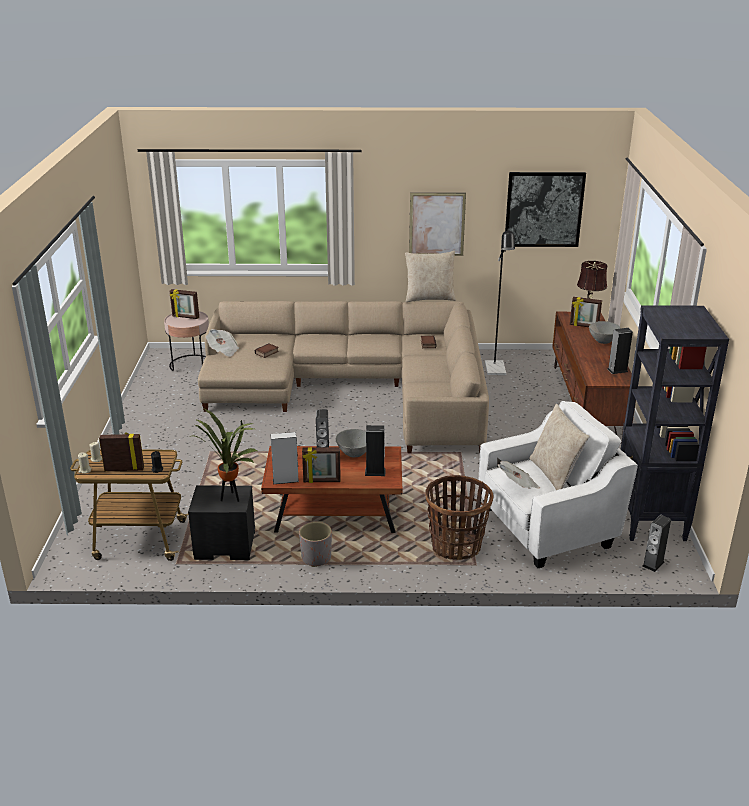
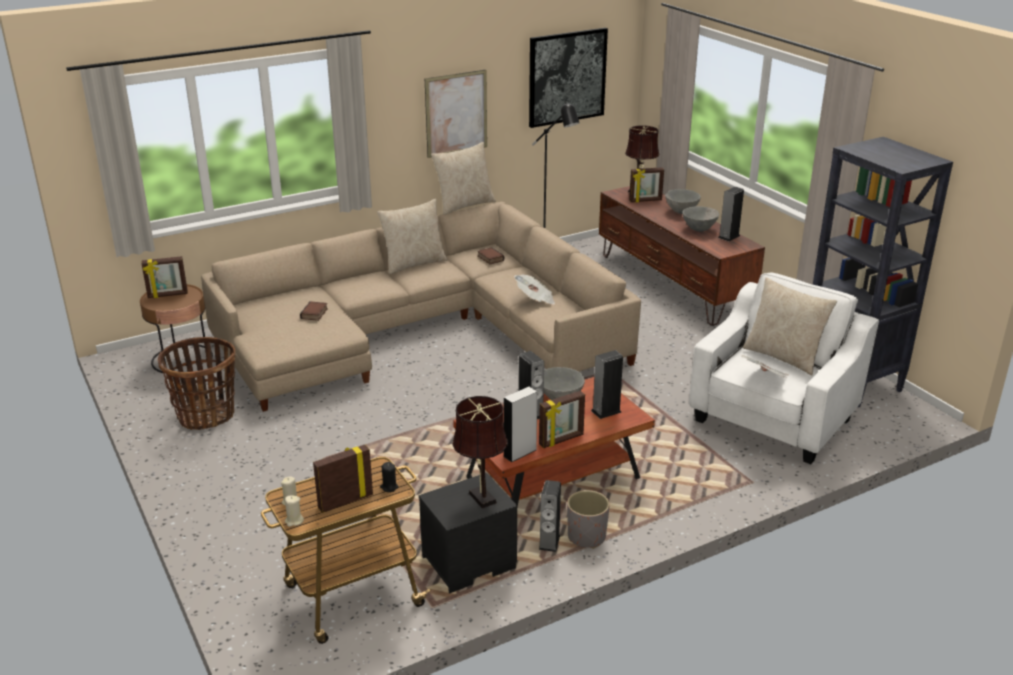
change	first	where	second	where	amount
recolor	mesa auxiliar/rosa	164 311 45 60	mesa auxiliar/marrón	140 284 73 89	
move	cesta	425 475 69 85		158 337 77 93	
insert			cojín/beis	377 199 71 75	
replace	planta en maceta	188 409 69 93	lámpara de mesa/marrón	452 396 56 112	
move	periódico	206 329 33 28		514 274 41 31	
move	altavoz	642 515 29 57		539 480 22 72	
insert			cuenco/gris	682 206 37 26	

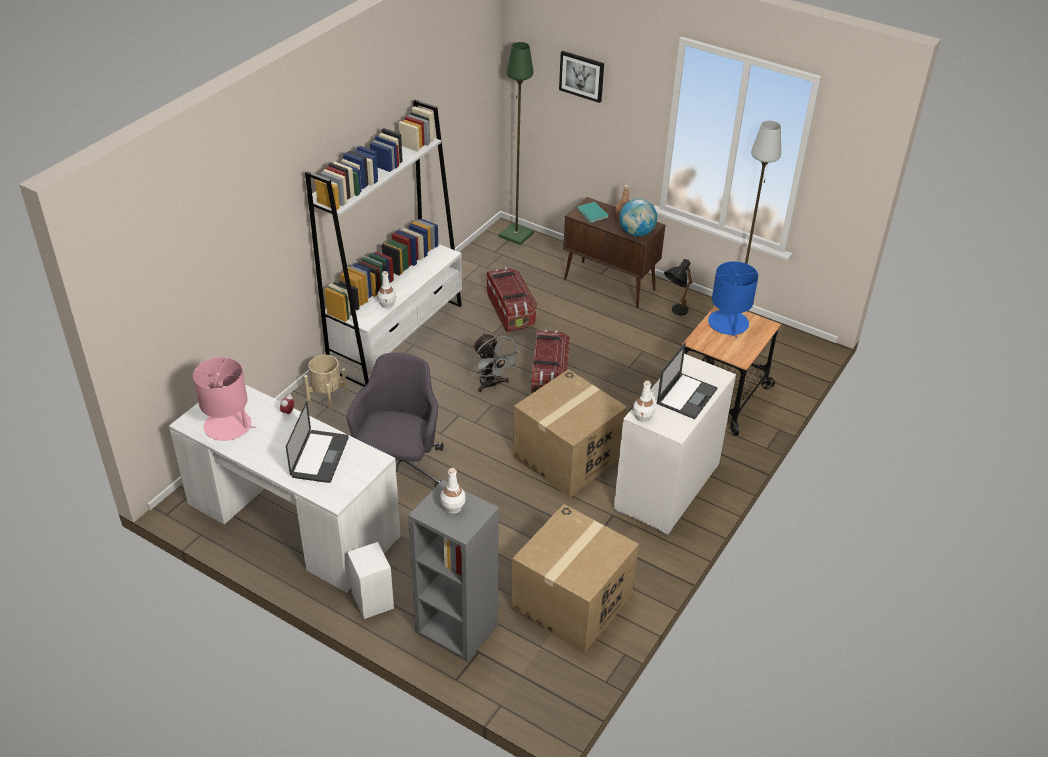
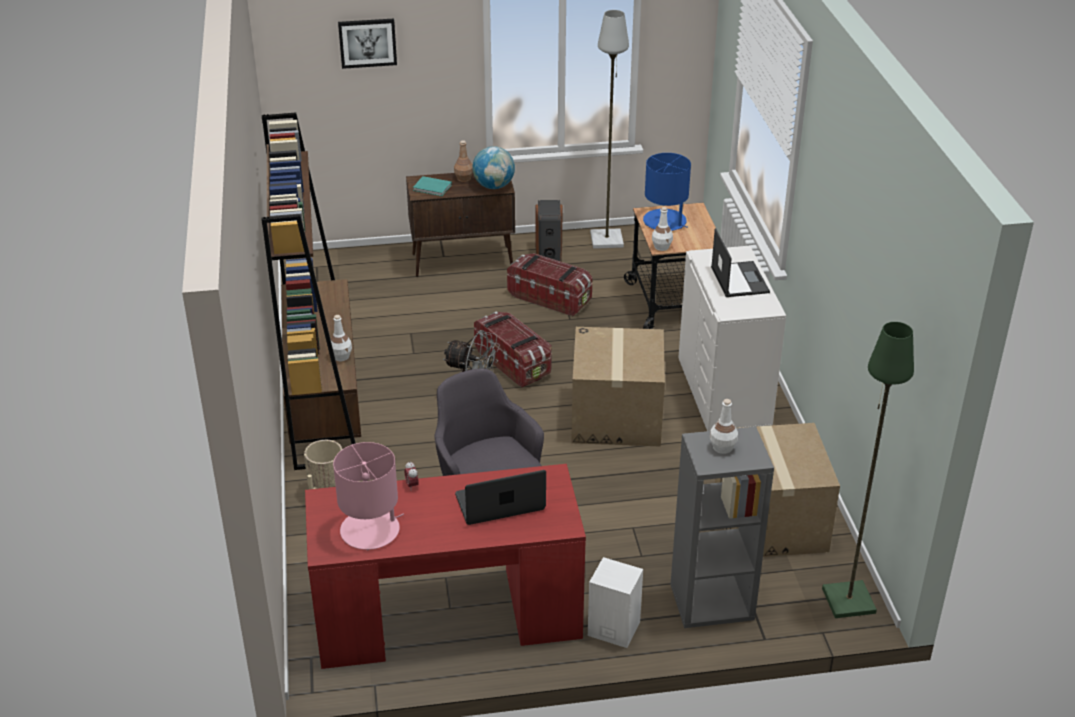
change	first	where	second	where	amount
recolor	estantería/blanco	305 100 157 287	estantería/marrón	261 112 100 358	
recolor	escritorio/blanco	169 384 232 209	escritorio/rojo	305 464 281 205	
rotate	portátil	286 402 63 81		455 470 91 55	75 degrees counterclockwise
move	caja de almacenaje	487 267 50 65		507 253 85 63	
replace	lámpara de mesa/negro	664 259 29 56	altavoz	535 200 28 62	
move	botella/blanco	633 380 22 43		652 207 21 44	
move	lámpara de pie/verde	499 42 35 203		822 322 92 296	

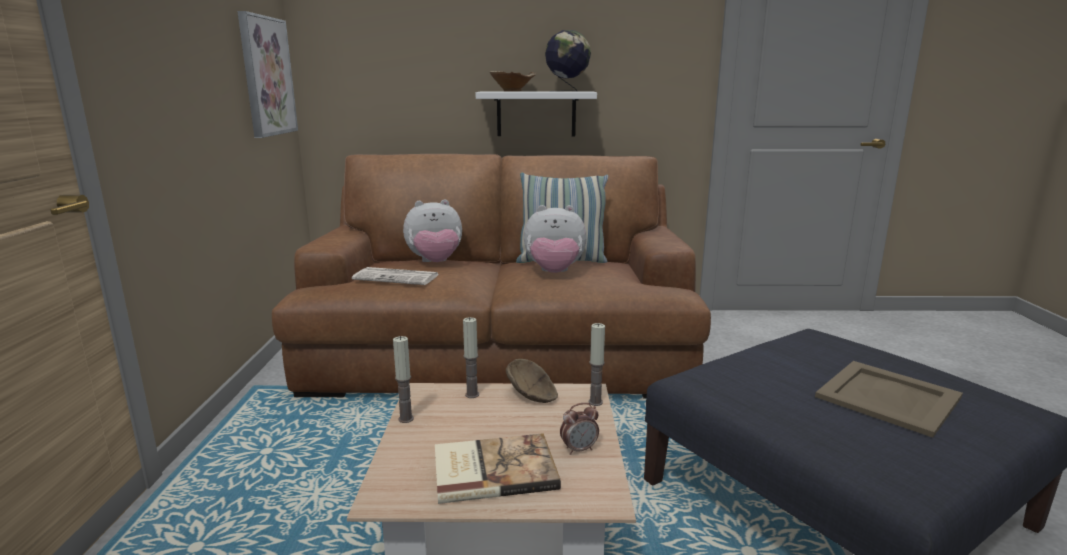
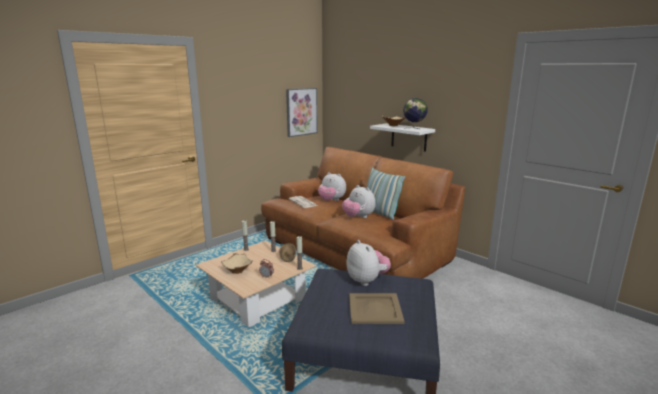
change	first	where	second	where	amount
replace	libro	435 433 126 71	cuenco/beis	221 253 32 21	
insert			peluche	346 240 45 46	

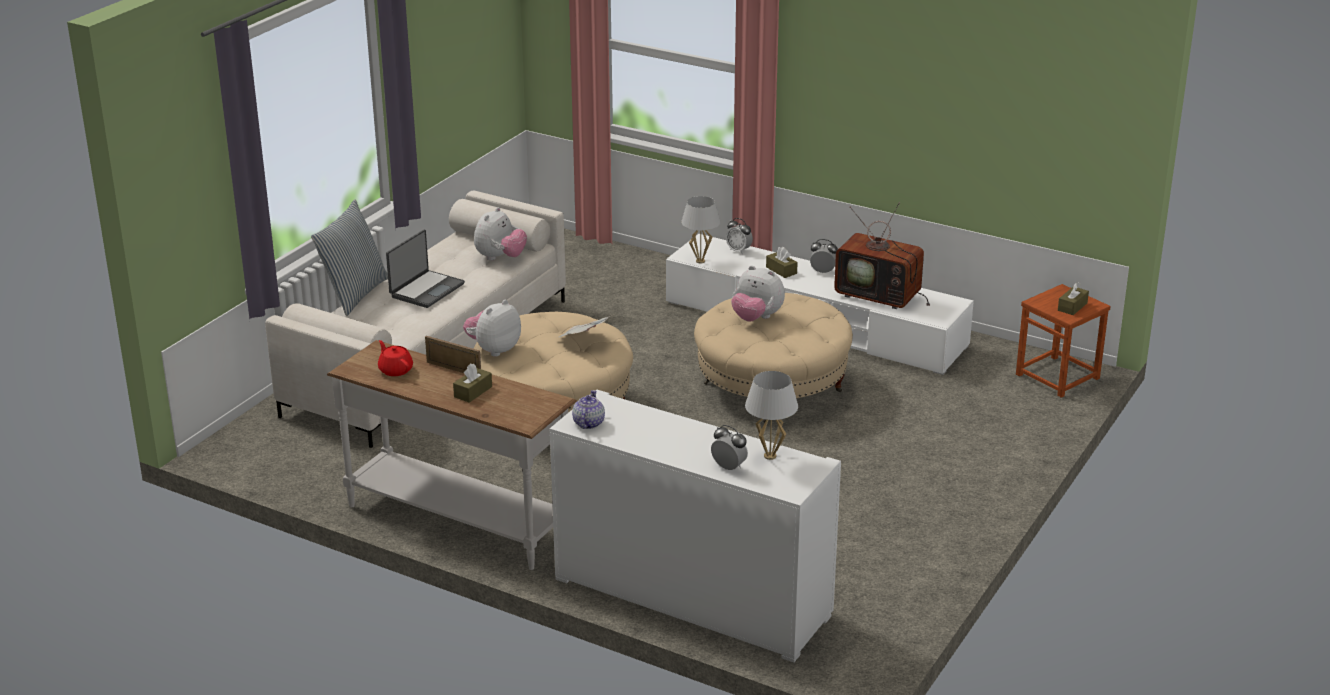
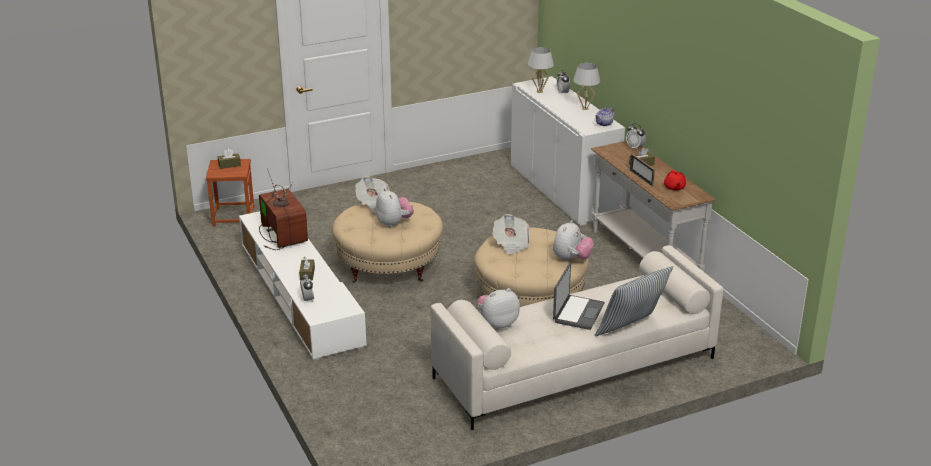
change	first	where	second	where	amount
insert			periódico	355 176 35 37	
rotate	peluche	463 300 58 57		553 220 41 42	45 degrees counterclockwise
rotate	portátil	386 230 79 78		553 263 52 67	135 degrees clockwise
move	lámpara de mesa/blanco	681 196 40 67		573 63 27 47	
move	despertador	810 239 28 35		626 123 20 28	

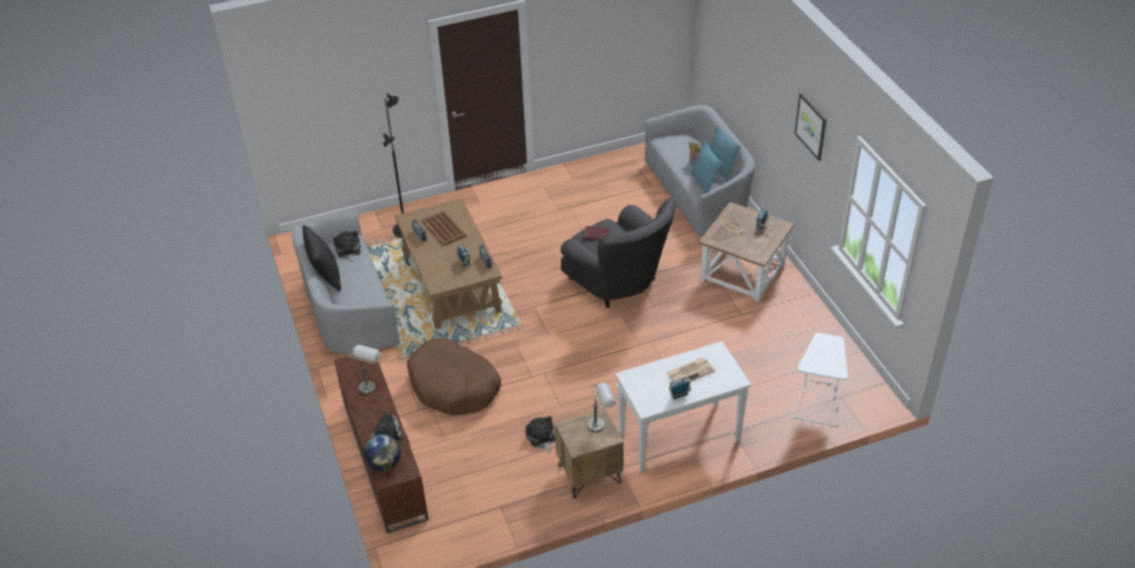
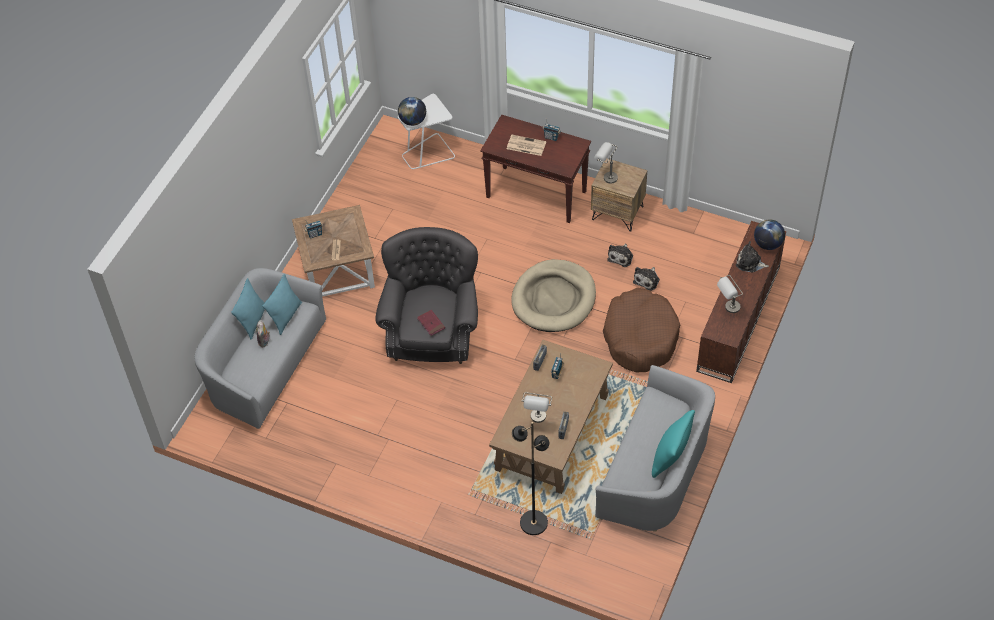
change	first	where	second	where	amount
insert			globo terráqueo	398 97 28 29	
recolor	mesa consola/blanco	615 341 136 132	mesa consola/marrón	480 115 111 108	
insert			cama para perro/beis	511 259 85 73	
replace	bandeja/marrón	422 210 44 36	lámpara de mesa/gris	521 392 31 31	
move	peluche	333 231 28 31		633 267 27 24	
recolor	cojín/negro	302 225 39 66	cojín/turquesa	652 410 43 68	
delete	cuadro	794 93 33 68			

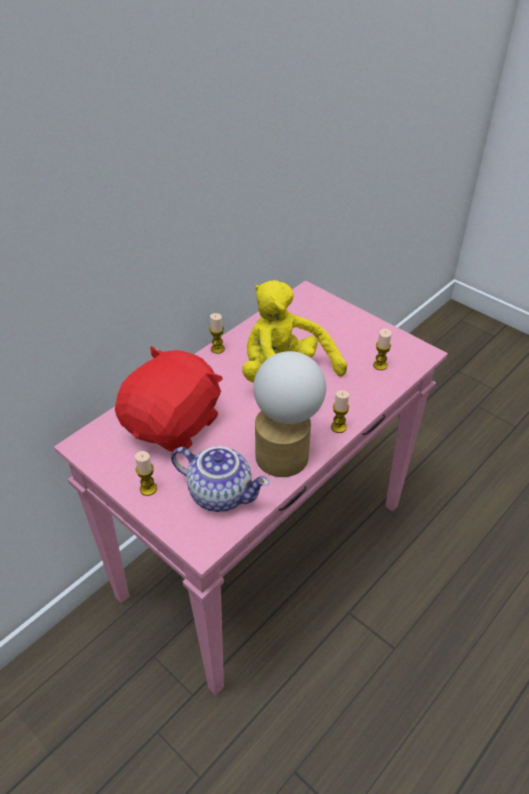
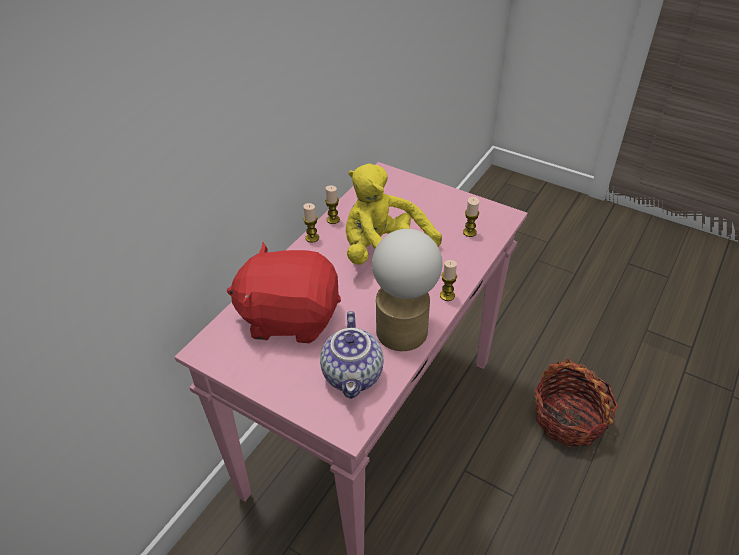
change	first	where	second	where	amount
rotate	peluche/rojo	115 346 108 106		227 242 114 101	105 degrees counterclockwise
rotate	tetera	171 446 98 66		320 311 63 88	75 degrees clockwise
move	vela	135 451 22 45		325 185 15 39	
insert			cesta	535 359 83 88	

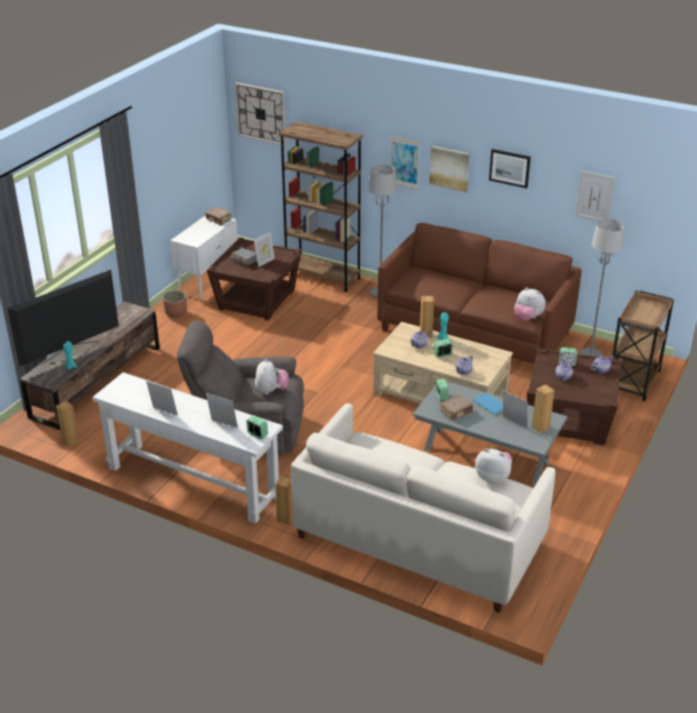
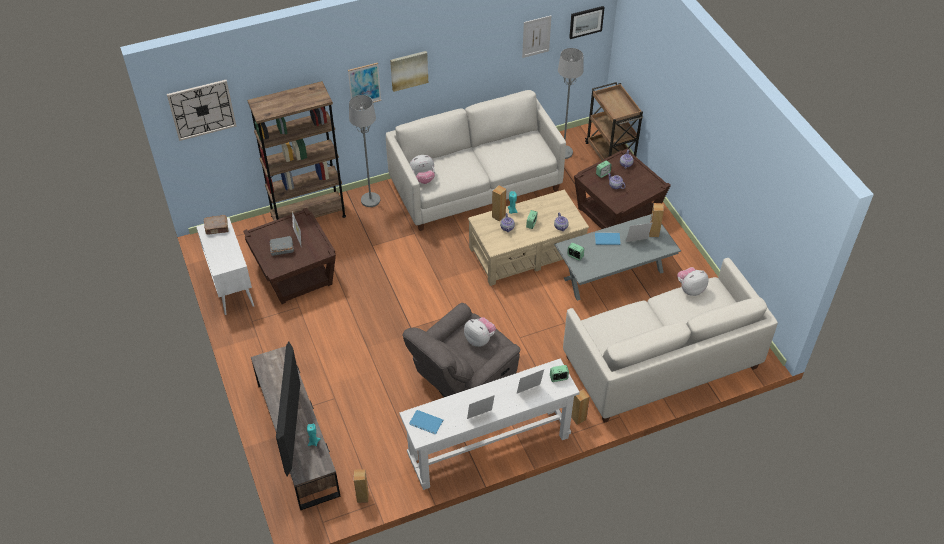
change	first	where	second	where	amount
recolor	sofá/marrón	377 223 204 141	sofá/blanco	386 90 180 141	
insert			libro/azul	409 410 34 24	
move	peluche	514 288 32 33		410 155 25 29	
move	cuadro	489 149 42 39		569 6 36 33	
delete	maceta	162 290 25 28			
delete	libro/marrón	439 395 34 25			

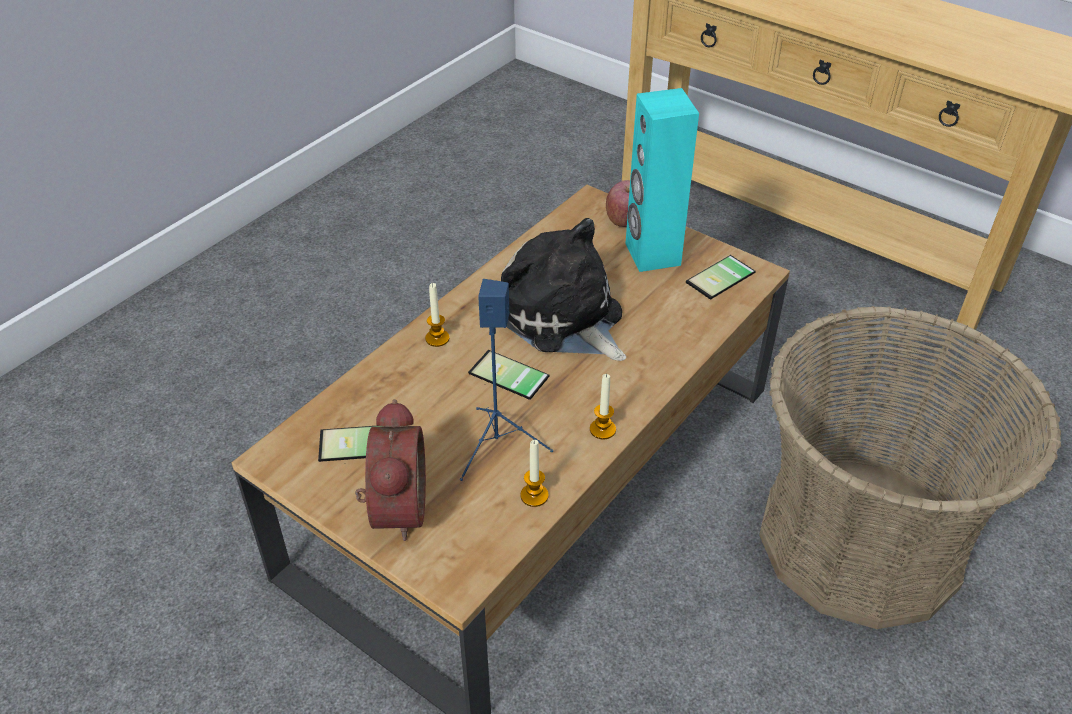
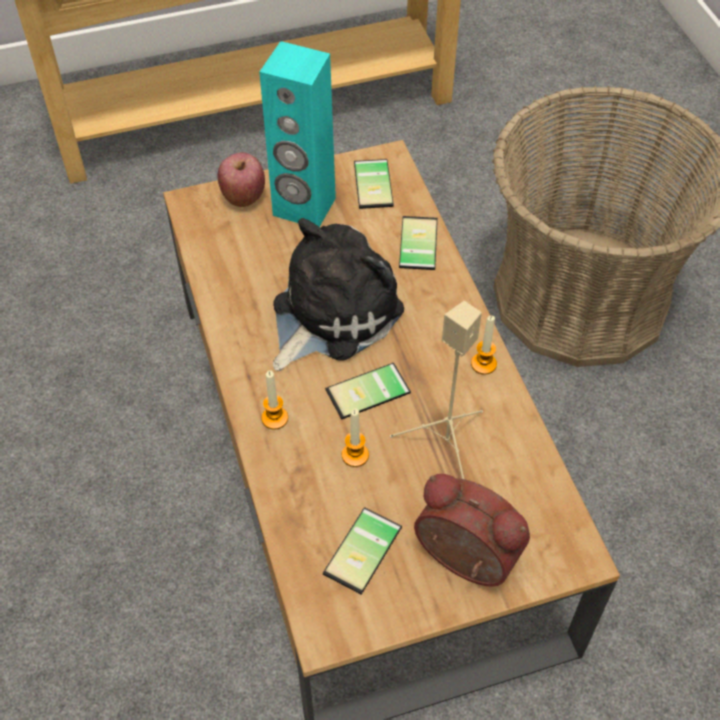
change	first	where	second	where	amount
rotate	peluche	501 218 125 143		273 218 131 153	135 degrees clockwise
move	vela	520 440 28 67		342 409 27 58	
recolor	altavoz/azul	460 279 93 202	altavoz/beis	390 301 93 178	
insert			móvil	399 216 39 54	

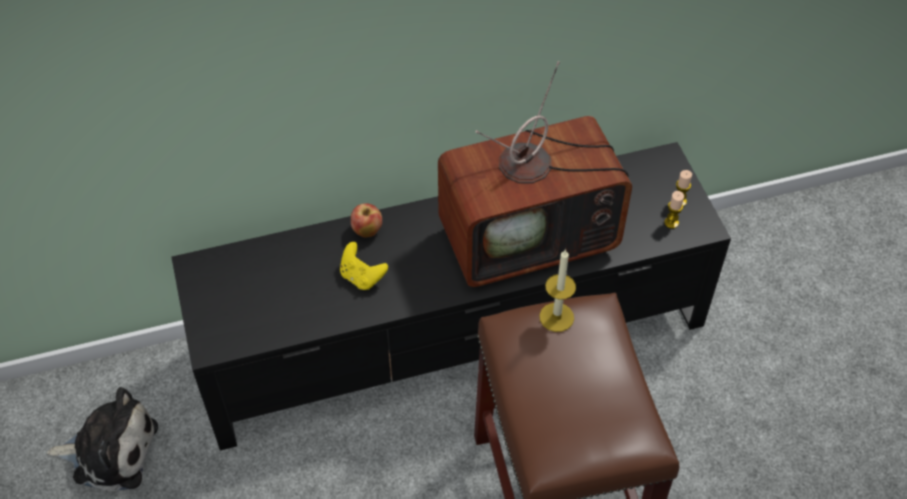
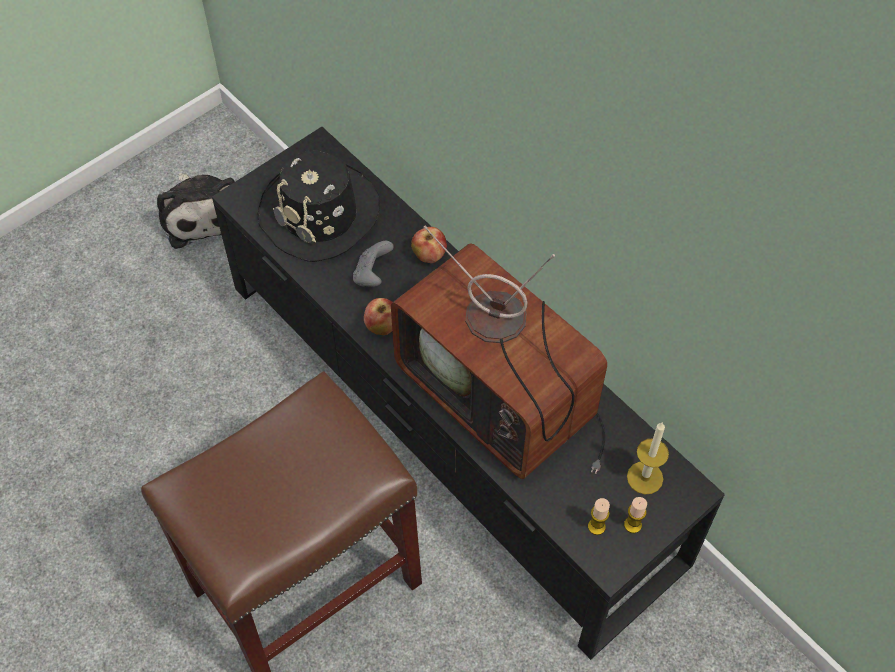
change	first	where	second	where	amount
insert			sombrero/negro	258 150 122 112	
recolor	mando de consola/amarillo	340 242 48 48	mando de consola/gris	353 241 41 46	
insert			manzana	364 298 28 37	
move	vela	539 249 37 83		627 423 42 71	

